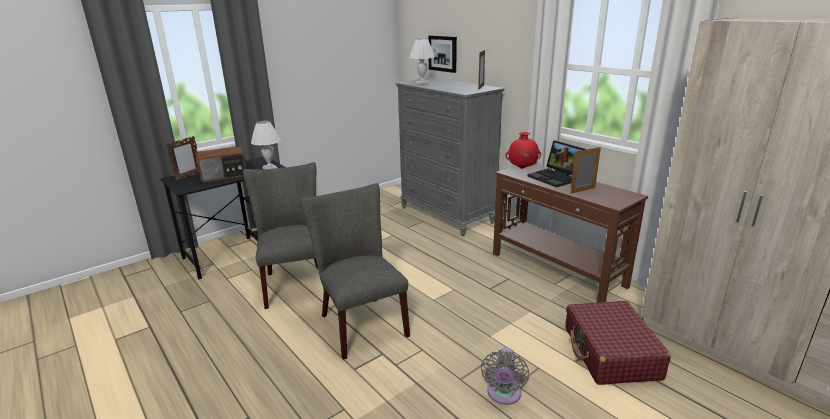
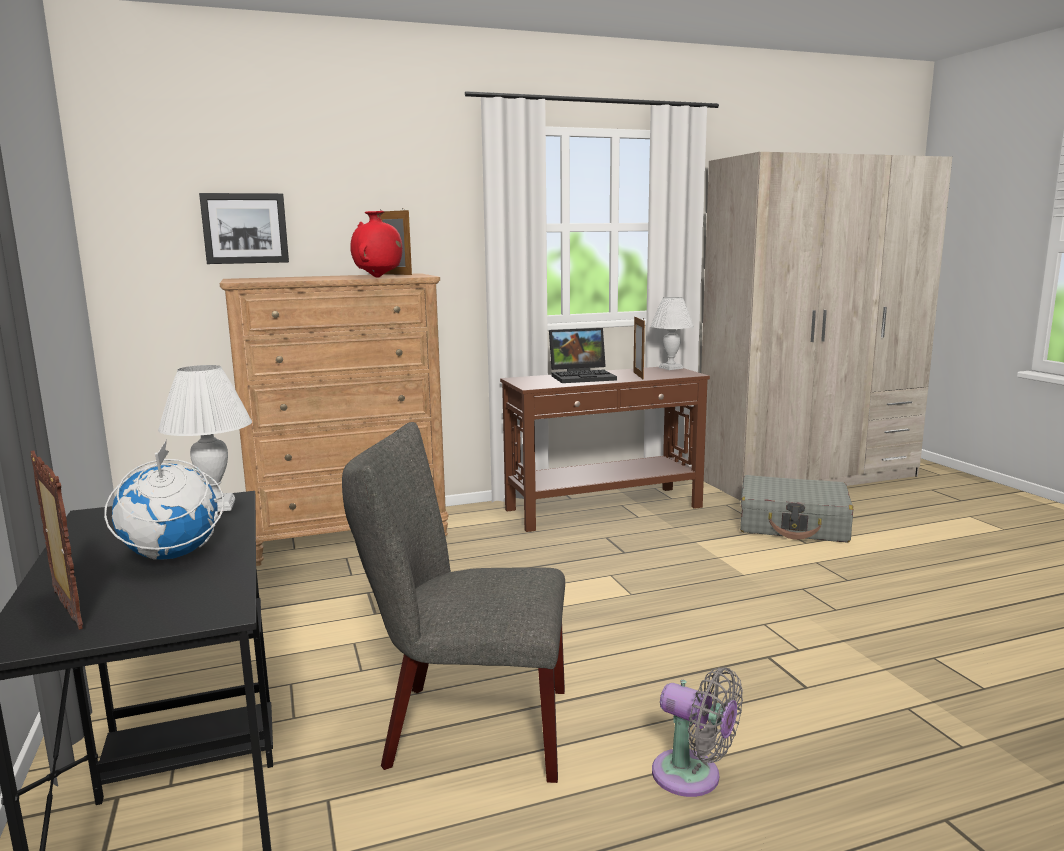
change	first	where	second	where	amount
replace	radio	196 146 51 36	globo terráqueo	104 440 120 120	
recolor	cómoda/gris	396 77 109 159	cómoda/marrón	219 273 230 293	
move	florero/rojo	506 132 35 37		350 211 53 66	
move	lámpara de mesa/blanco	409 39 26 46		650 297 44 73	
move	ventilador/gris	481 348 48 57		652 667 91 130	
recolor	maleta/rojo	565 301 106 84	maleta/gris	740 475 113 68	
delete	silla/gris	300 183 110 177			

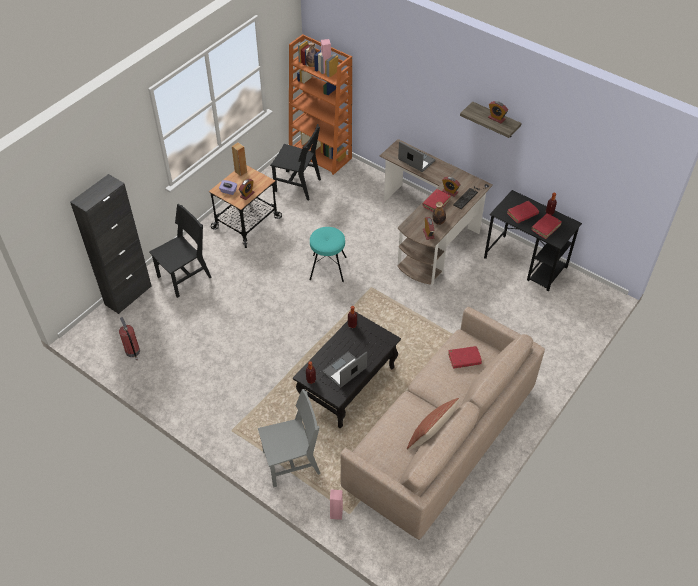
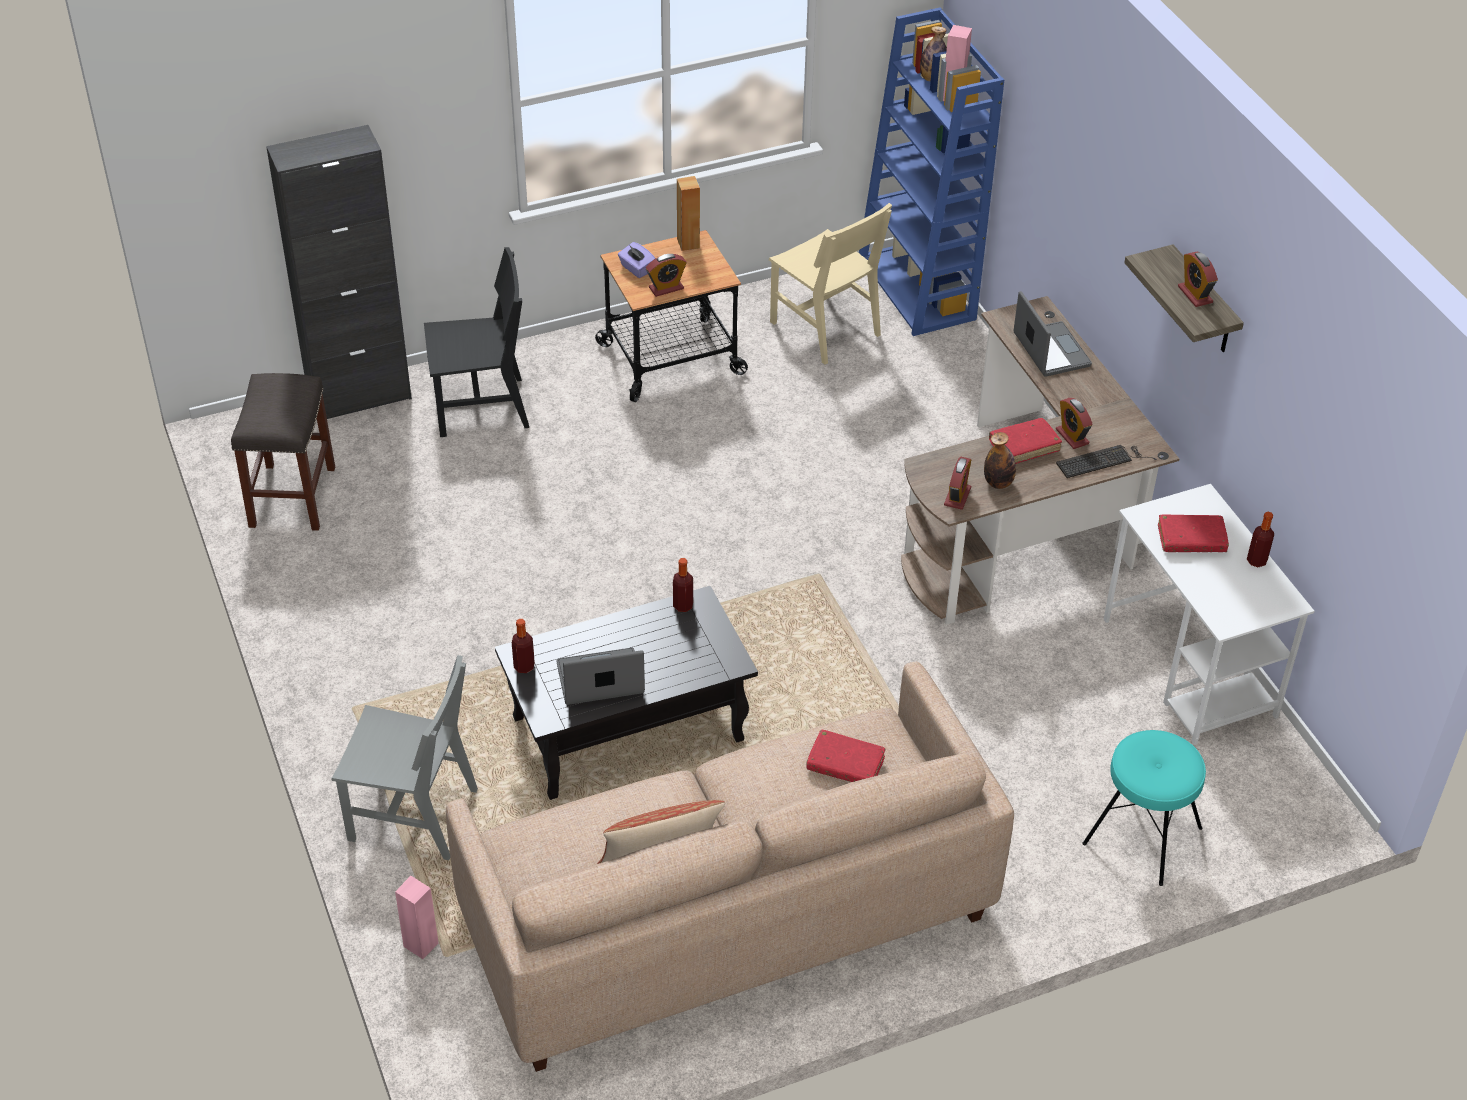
change	first	where	second	where	amount
replace	extintor	119 317 21 43	taburete/gris	231 373 104 158	
recolor	silla/negro	270 124 51 76	silla/beis	769 203 123 162	
recolor	estantería/naranja	289 34 63 141	estantería/azul	859 8 145 328	
move	taburete/turquesa	310 227 36 55		1082 730 124 156	
recolor	escritorio/negro	484 190 98 102	escritorio/blanco	1104 484 210 261	
delete	libro/rojo	531 214 31 25			

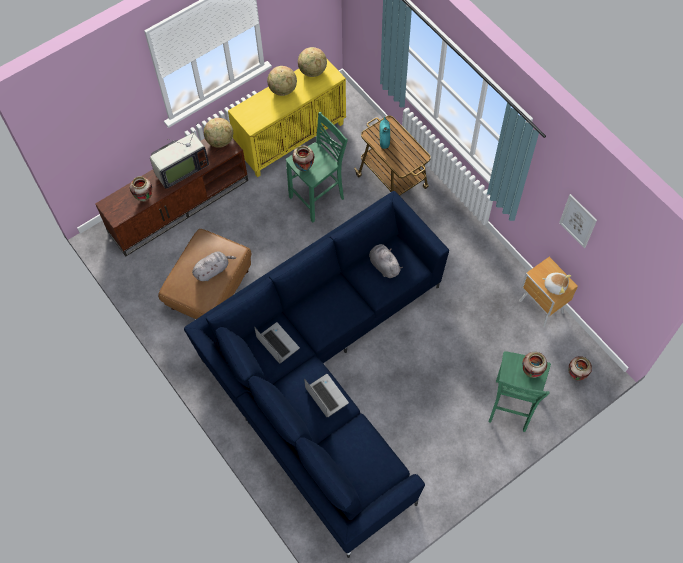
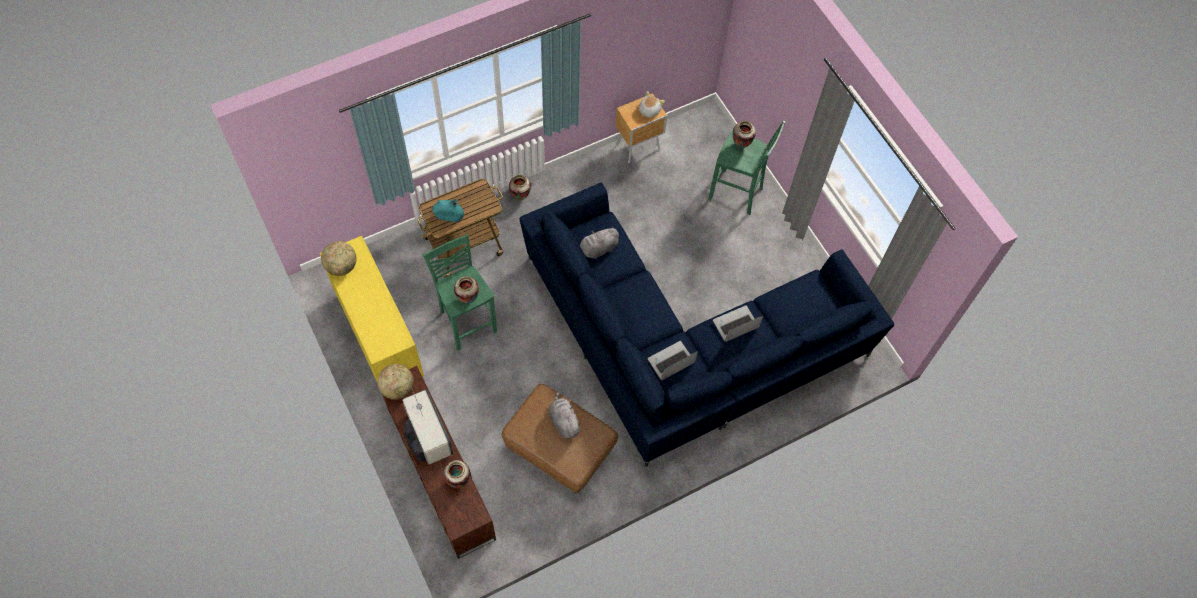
change	first	where	second	where	amount
move	florero	569 356 23 24		509 175 22 25	
delete	globo terráqueo	267 66 30 30			
delete	cuadro	559 194 38 54			

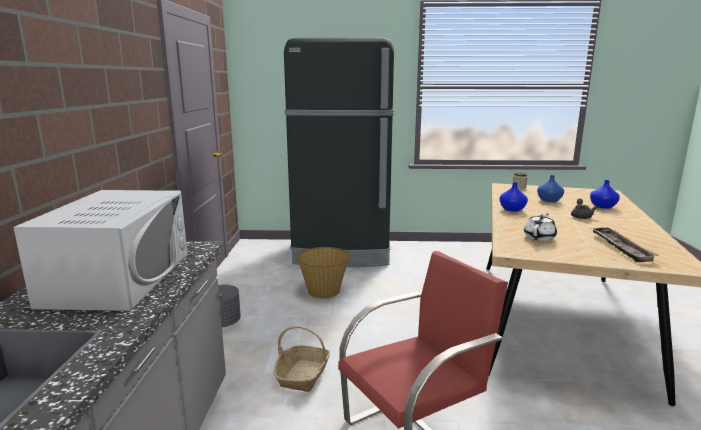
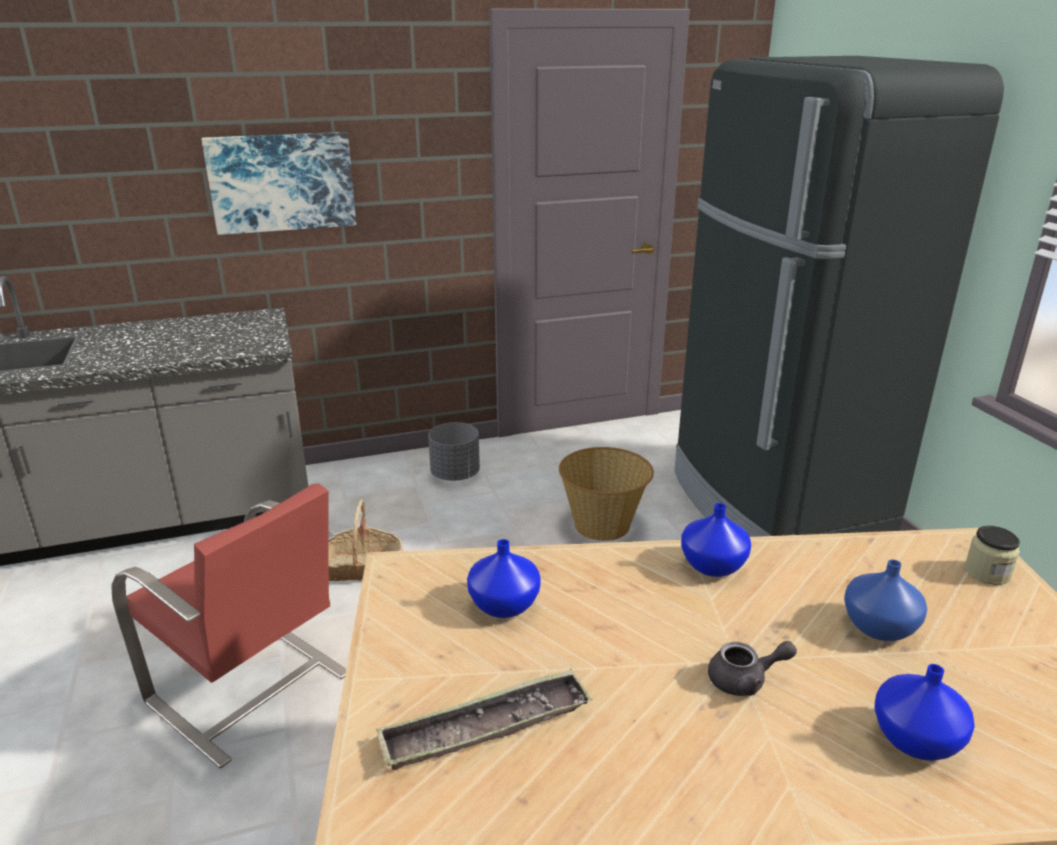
change	first	where	second	where	amount
insert			cuadro	201 132 155 103	
replace	tetera/blanco	524 214 33 27	florero/azul	467 539 74 79	
delete	microondas/blanco	13 190 175 121			

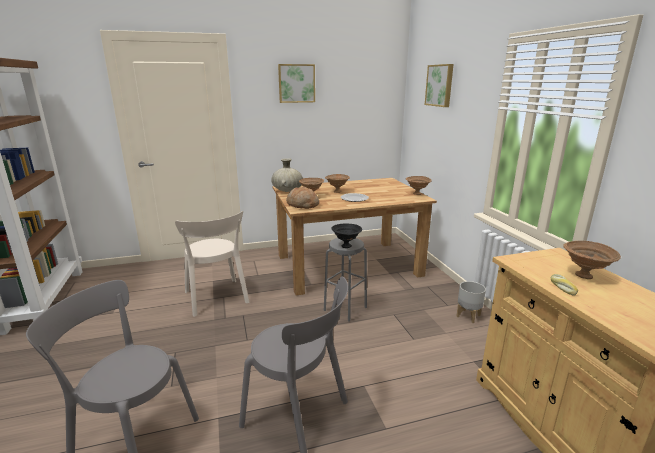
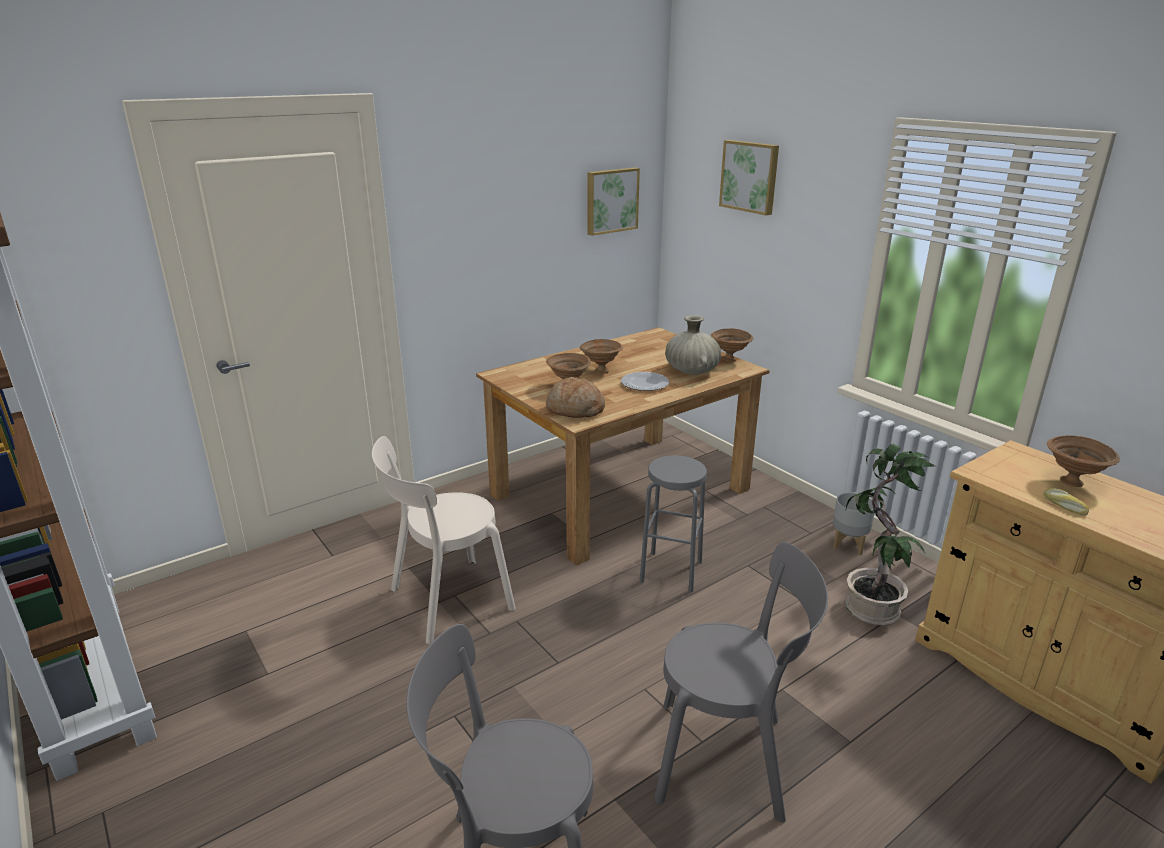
change	first	where	second	where	amount
rotate	silla/beis	175 211 74 106		372 436 144 208	105 degrees clockwise
move	cuadro	278 64 37 39		587 167 53 69	
move	florero/beis	271 158 32 34		665 315 56 60	
insert			planta en maceta	845 443 90 182	
delete	cuenco/negro	331 224 31 24			

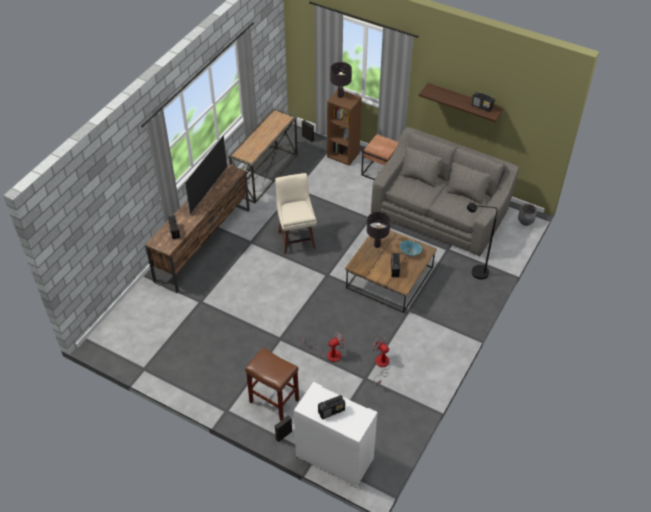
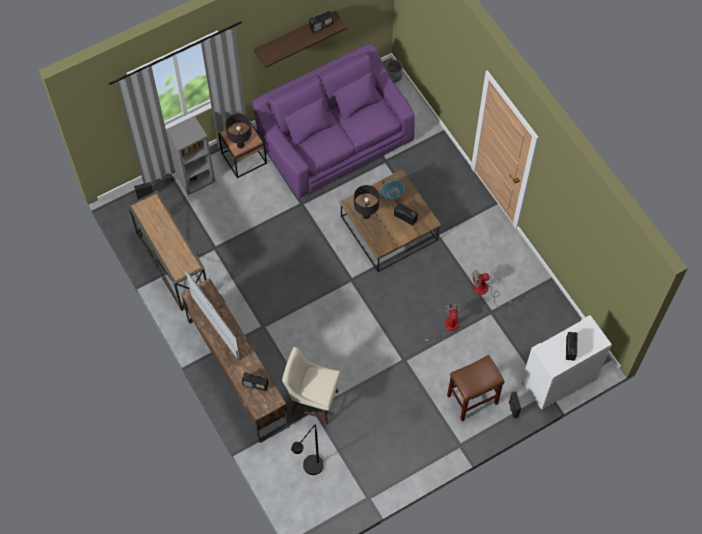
change	first	where	second	where	amount
recolor	estantería/marrón	327 90 35 76	estantería/gris	166 116 50 79	
move	lámpara de mesa/negro	330 62 22 36		225 114 27 35	
recolor	sofá/gris	371 127 148 129	sofá/morado	252 43 163 156	
move	taburete/beis	275 173 42 81		282 347 59 78	
move	lámpara de pie/negro	467 203 31 77		291 425 33 50	

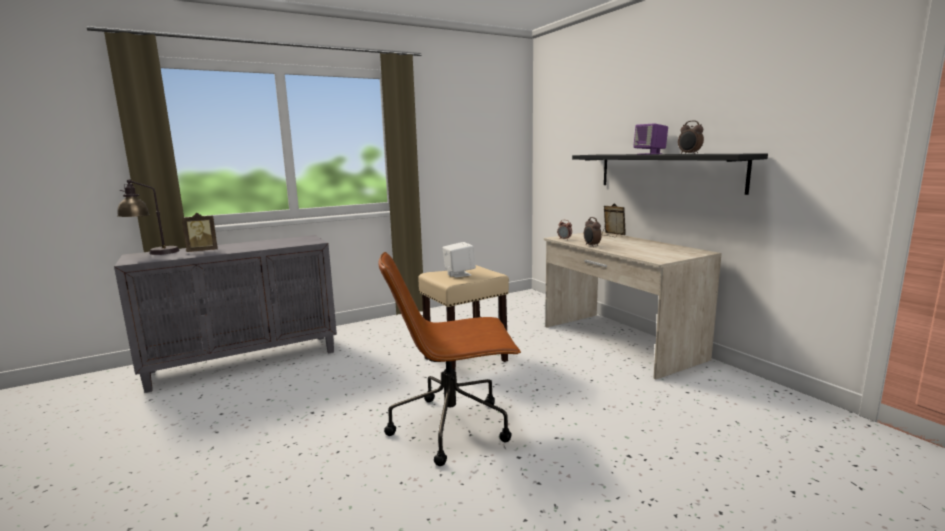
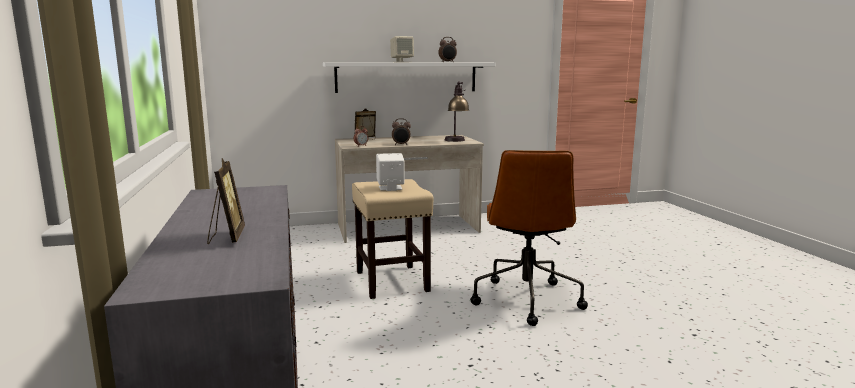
change	first	where	second	where	amount
recolor	estante/negro	572 153 196 42	estante/blanco	323 62 173 31	
recolor	altavoz/morado	633 123 35 31	altavoz/beis	390 36 24 26	
move	lámpara de mesa	117 179 63 76		445 81 25 61	

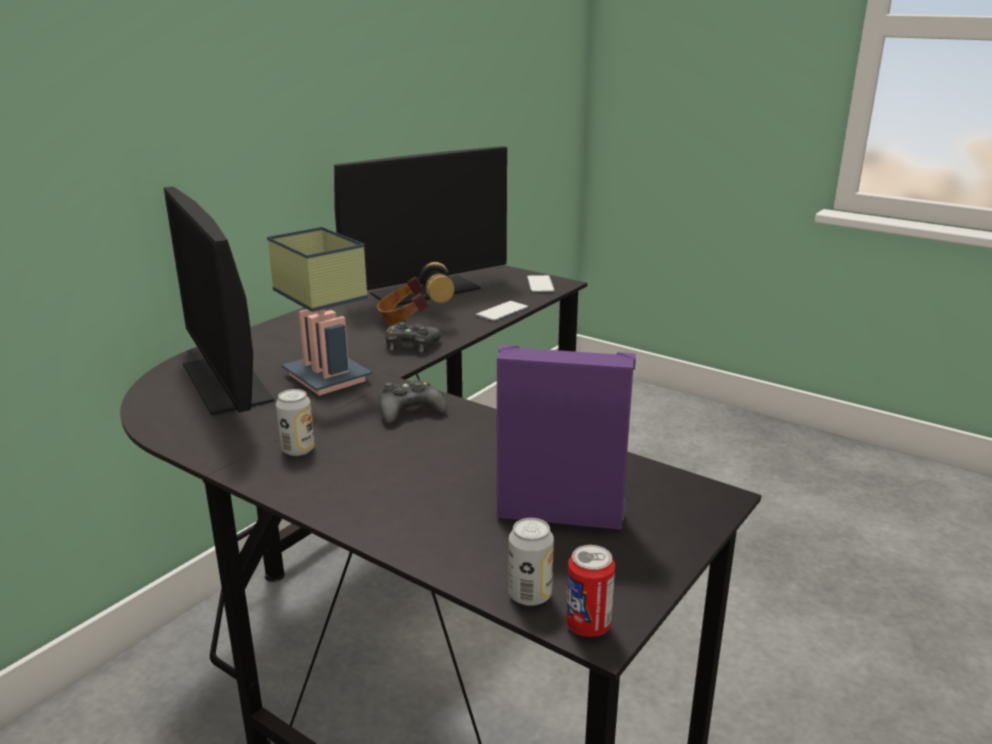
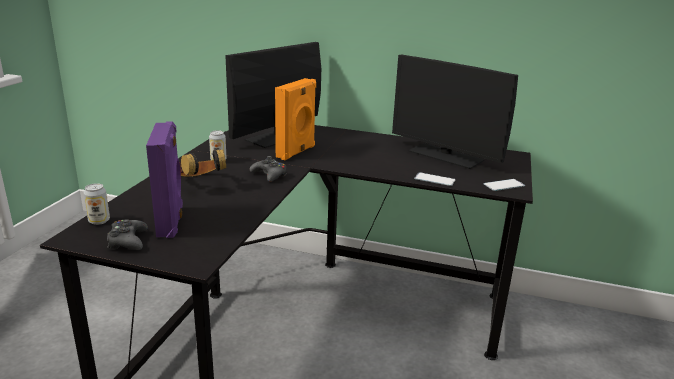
change	first	where	second	where	amount
move	mando de consola/negro	385 322 56 30		107 219 41 31	
move	auriculares	377 262 77 63		179 149 47 28	
replace	lámpara de mesa	267 227 105 169	altavoz/naranja	275 78 41 82	
delete	lata	566 545 49 92			

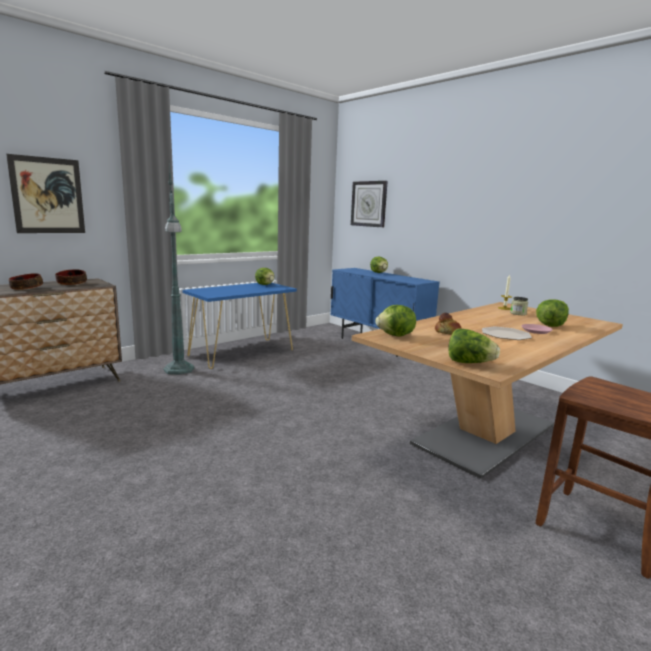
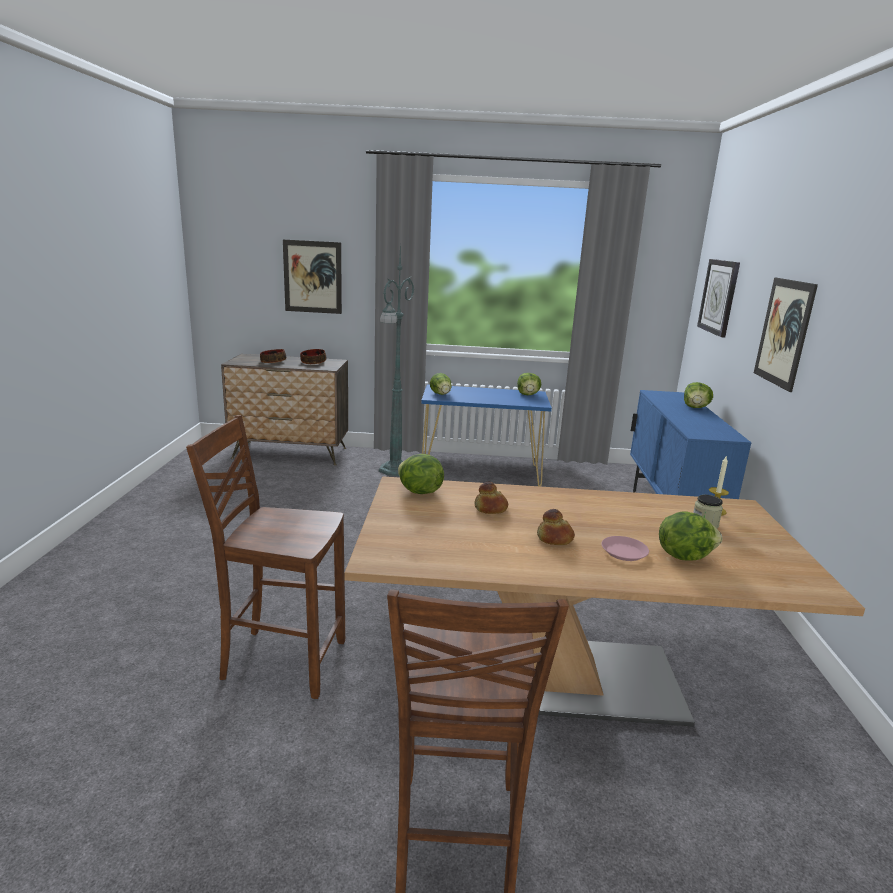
change	first	where	second	where	amount
insert			silla/marrón	186 415 159 284	
move	lechuga	448 328 52 35		430 373 21 22	
replace	plato	482 327 50 13	pan	537 509 38 36	
insert			cuadro	754 278 64 114	

